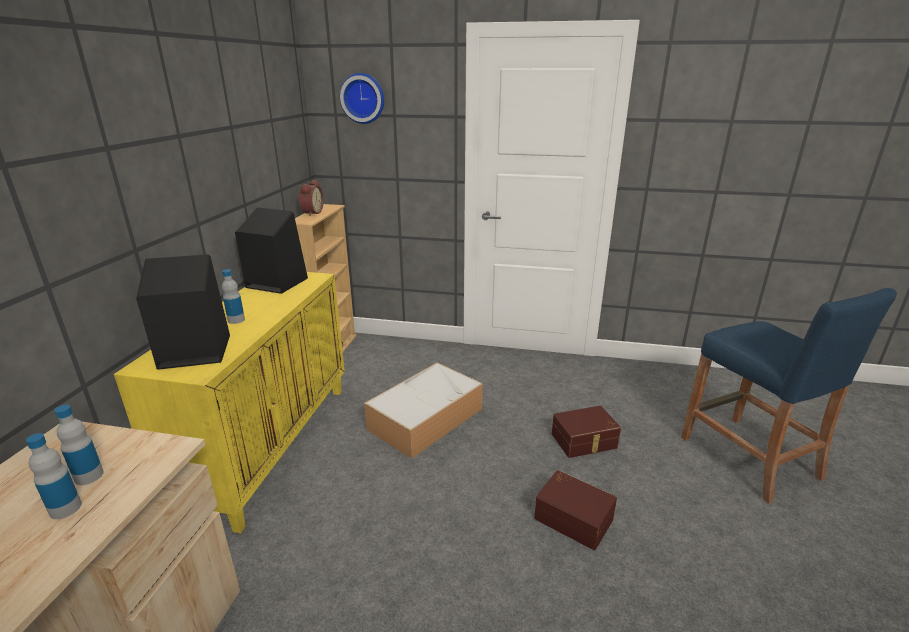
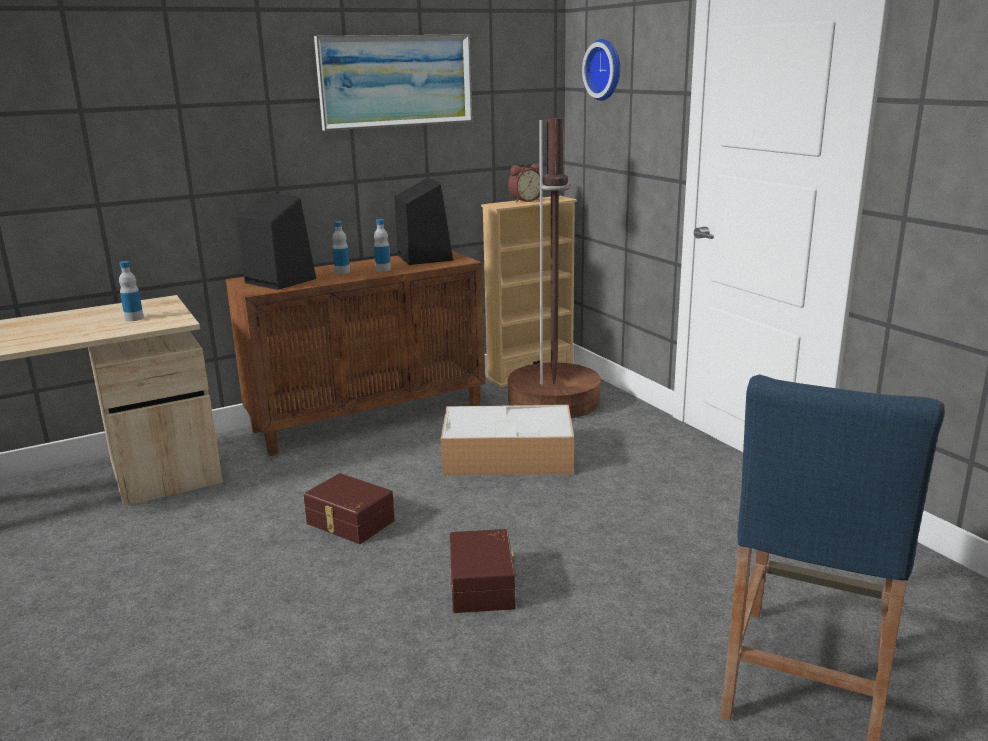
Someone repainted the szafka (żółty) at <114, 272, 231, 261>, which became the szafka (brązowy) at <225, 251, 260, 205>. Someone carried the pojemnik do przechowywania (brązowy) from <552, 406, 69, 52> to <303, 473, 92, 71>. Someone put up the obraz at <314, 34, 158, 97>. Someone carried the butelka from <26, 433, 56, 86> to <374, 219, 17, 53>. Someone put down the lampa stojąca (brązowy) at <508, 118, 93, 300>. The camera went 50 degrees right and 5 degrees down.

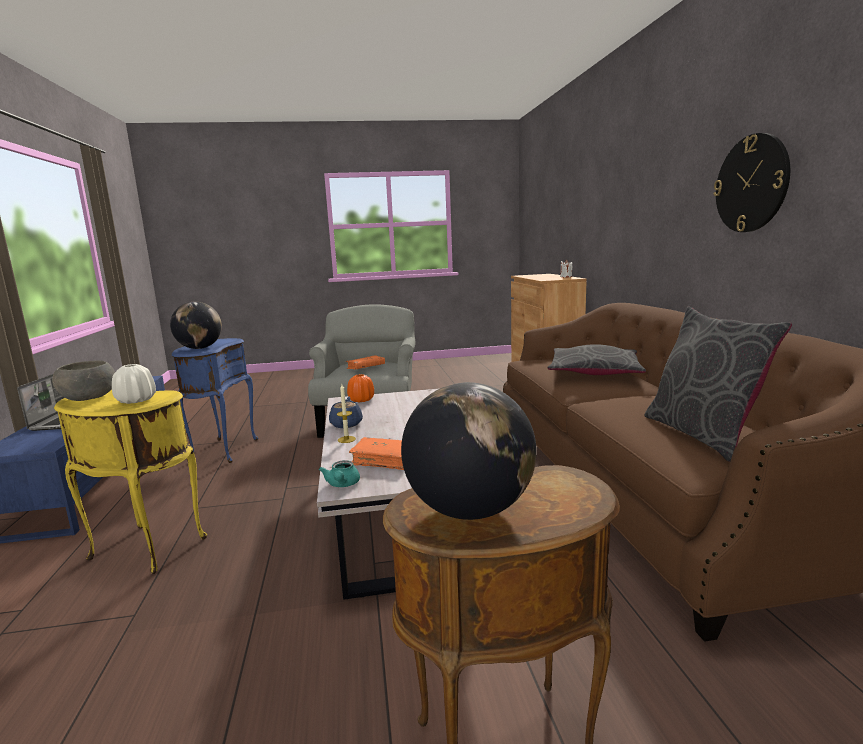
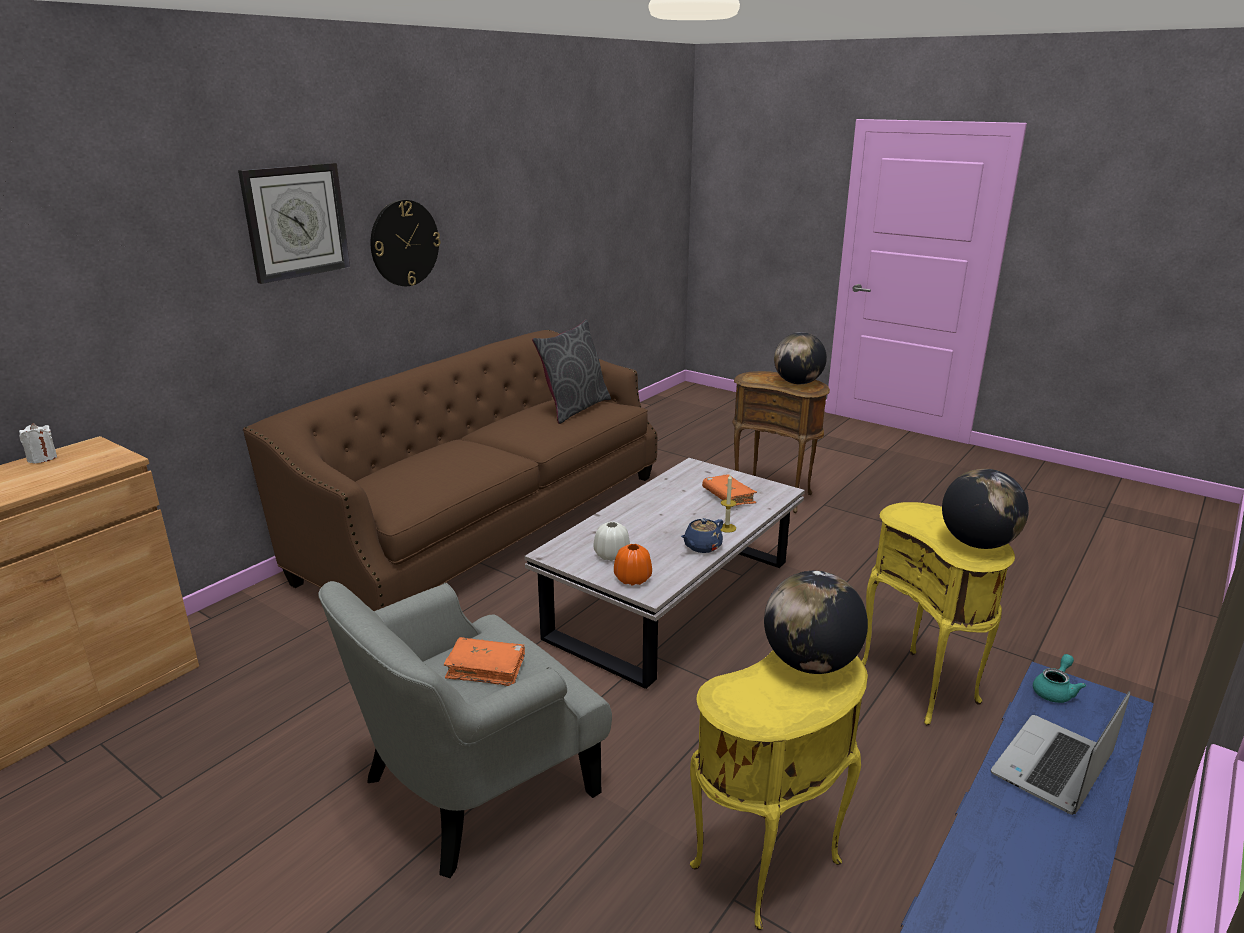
Someone put up the zegar ścienny at <238, 163, 112, 121>. Someone carried the wazon (biały) from <112, 364, 44, 40> to <594, 522, 36, 39>. Someone repainted the stolik (niebieski) at <172, 338, 86, 125>, which became the stolik (żółty) at <690, 650, 178, 280>. Someone swapped the miska (szary) at <52, 360, 63, 41> for the globus at <942, 469, 87, 80>. Someone carried the imbryk (turkusowy) from <319, 460, 41, 27> to <1033, 654, 53, 49>. Someone took away the poduszka (szary) at <547, 344, 99, 31>. The camera went 135 degrees left and 10 degrees up.

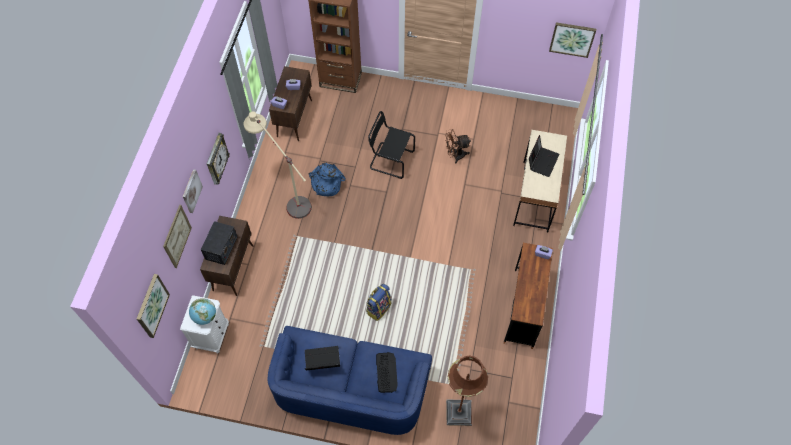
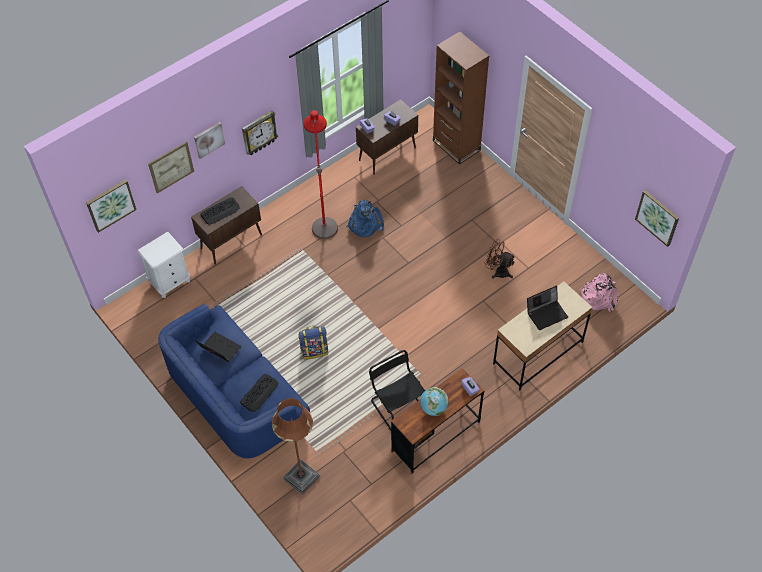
Someone swapped the radio at <201, 221, 36, 44> for the klawiatura at <201, 197, 39, 28>. Someone repainted the lampa stojąca (beżowy) at <244, 111, 68, 108>, which became the lampa stojąca (czerwony) at <304, 110, 34, 129>. Someone carried the krzesło (czarny) from <368, 111, 47, 68> to <369, 350, 57, 81>. Someone carried the globus from <189, 298, 27, 27> to <420, 387, 28, 29>. Someone put down the plecak (różowy) at <579, 273, 39, 39>. The camera went 40 degrees right and 5 degrees down.

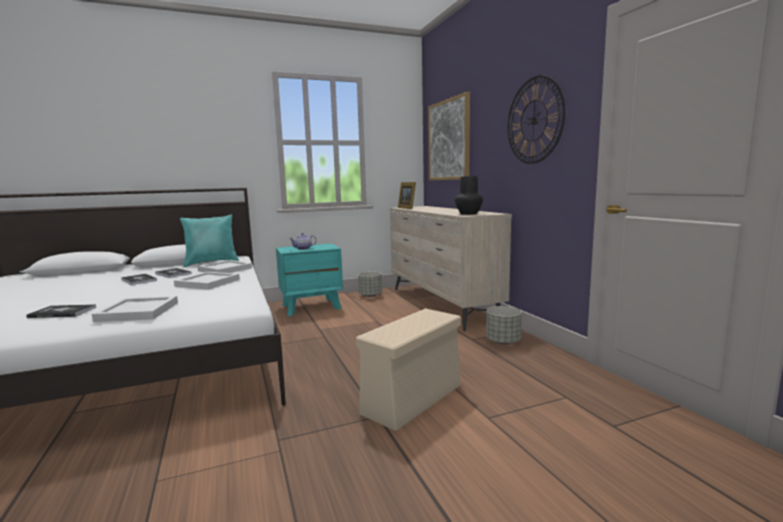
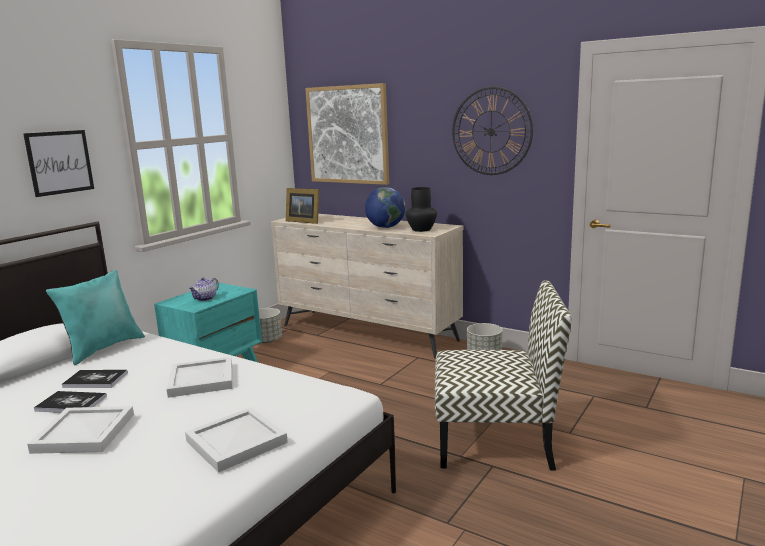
Someone put up the obraz at <23, 130, 71, 67>. Someone carried the taca (biały) from <198, 260, 54, 13> to <27, 406, 107, 48>. Someone put down the globus at <365, 187, 40, 41>. Someone swapped the pojemnik do przechowywania (beżowy) at <356, 308, 105, 123> for the krzesło at <435, 280, 137, 190>. Someone took away the książka at <26, 304, 71, 14>. The camera went 35 degrees left and 5 degrees up.

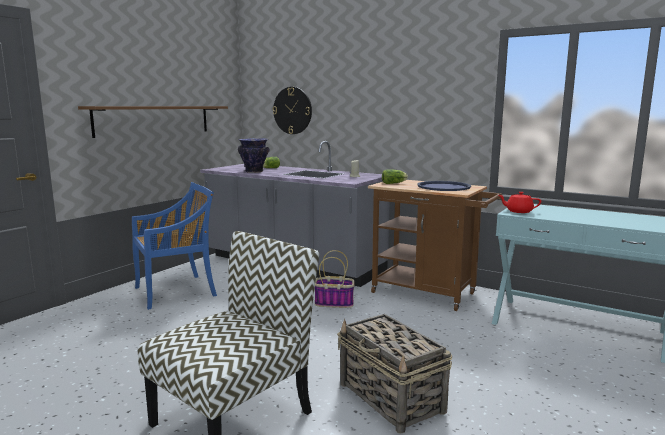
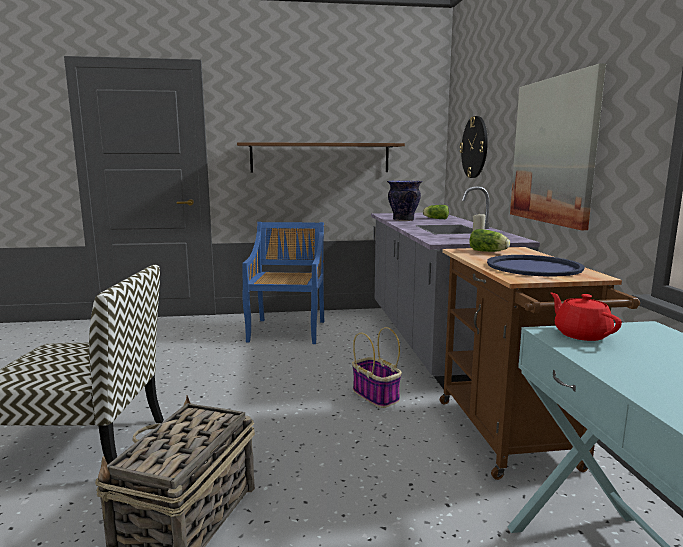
Someone rotated the krzesło (niebieski) at <132, 182, 85, 128> by 105 degrees counterclockwise. Someone put up the obraz at <510, 63, 96, 167>. The camera went 50 degrees right and 0 degrees up.

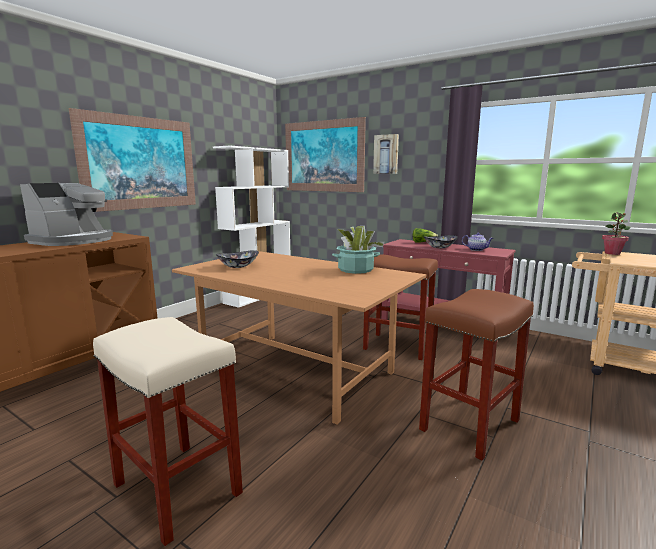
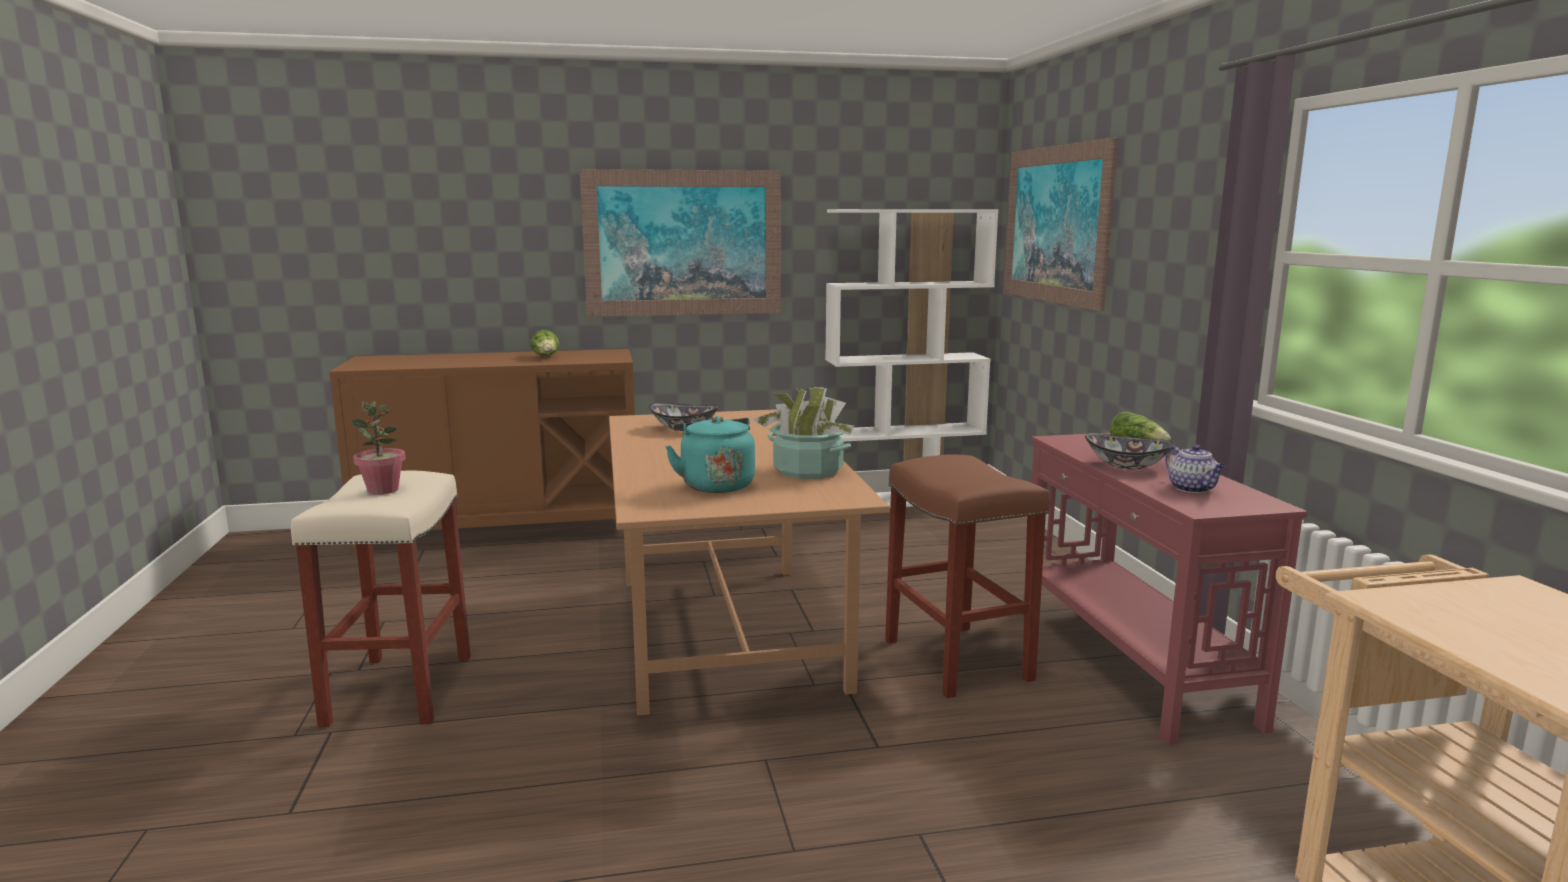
Someone carried the roślina doniczkowa from <602, 212, 28, 43> to <349, 402, 57, 93>. Someone swapped the ekspres do kawy at <20, 183, 93, 63> for the sałata at <530, 330, 29, 26>. Someone put down the czajnik (turkusowy) at <665, 416, 90, 77>. Someone took away the obraz at <373, 134, 26, 40>. Someone took away the stołek (brązowy) at <419, 289, 115, 171>. The camera went 45 degrees right and 0 degrees up.

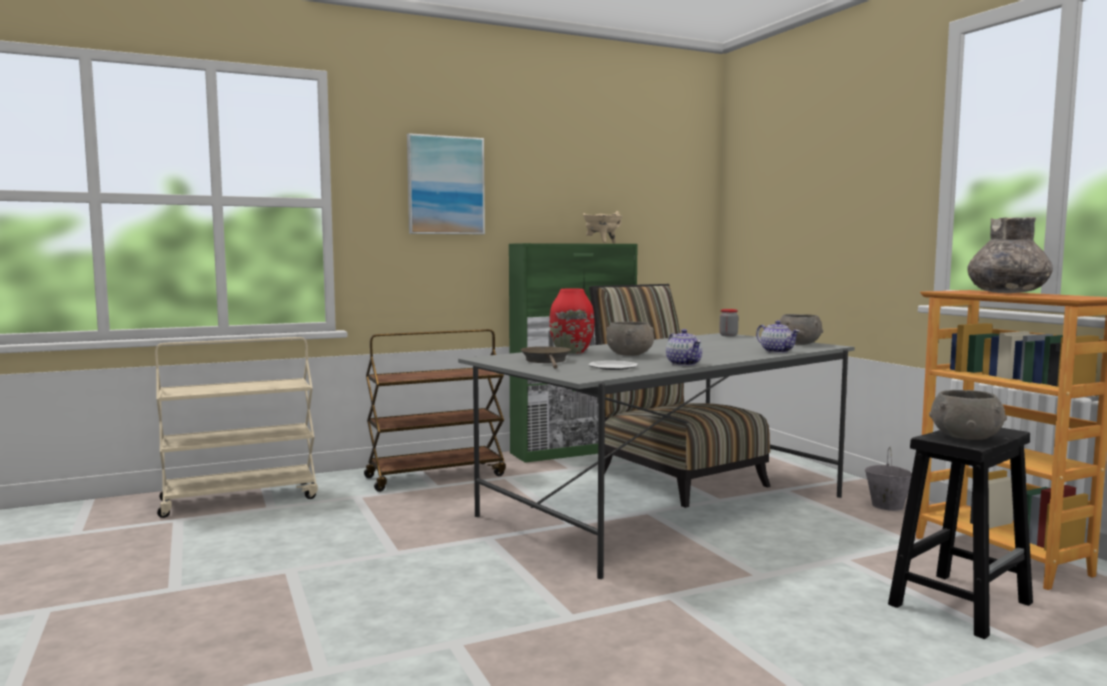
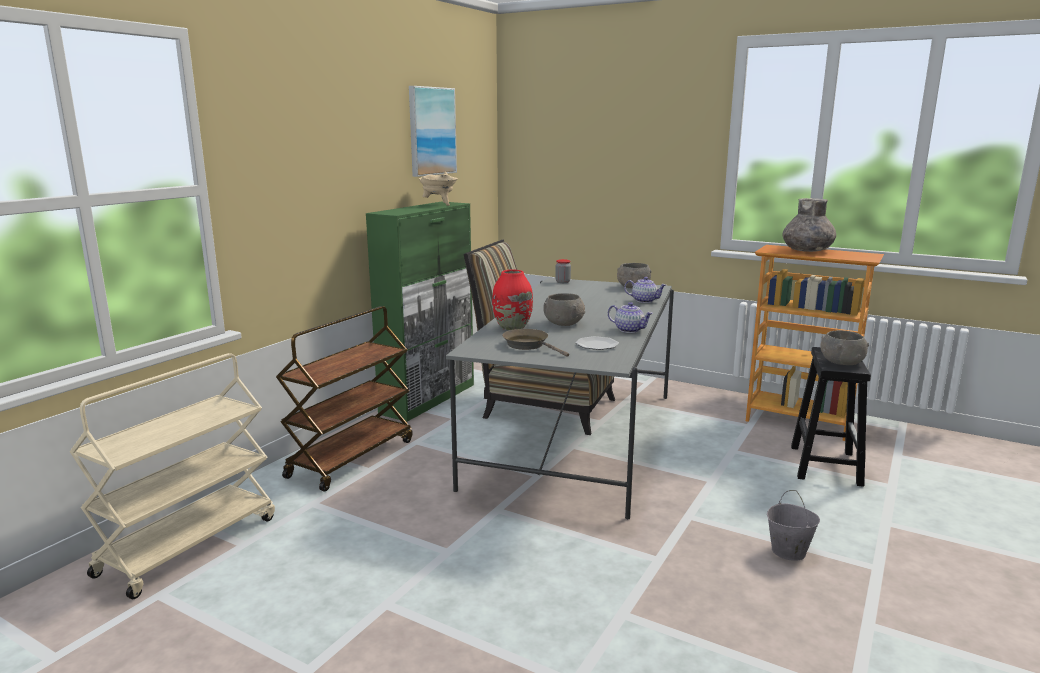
Someone carried the obraz from <407, 133, 78, 101> to <409, 86, 48, 91>. Someone carried the wiadro (szary) from <864, 446, 48, 65> to <767, 490, 53, 71>. The camera went 35 degrees left and 10 degrees up.

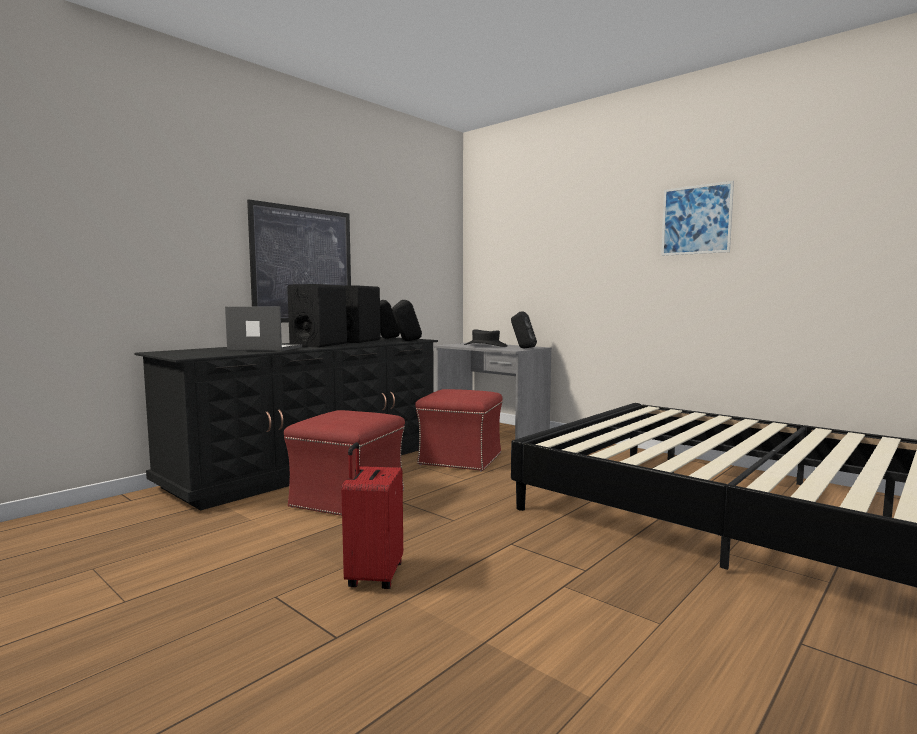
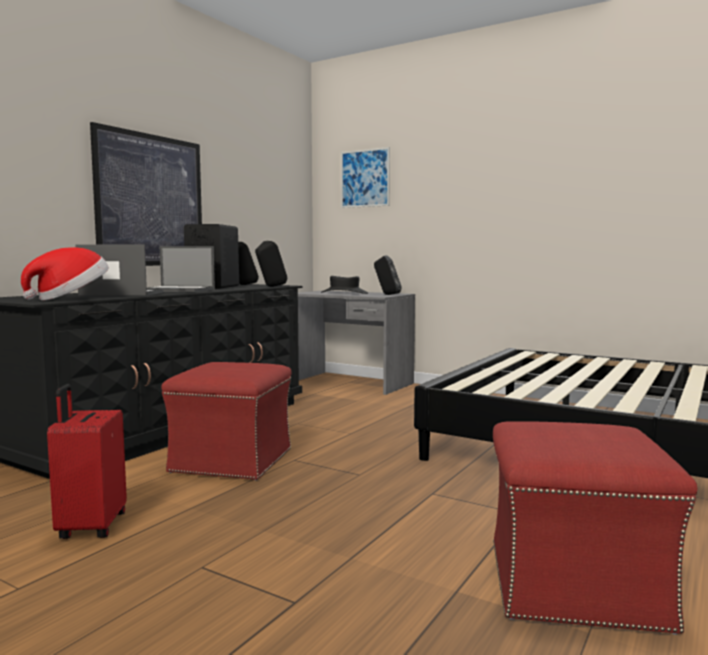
Someone put down the kapelusz at <21, 247, 88, 54>. Someone carried the walizka (czerwony) from <341, 442, 62, 147> to <47, 384, 80, 155>. Someone swapped the głośnik (czarny) at <287, 284, 60, 63> for the laptop at <147, 246, 68, 46>. Someone carried the obraz from <661, 181, 73, 75> to <341, 147, 49, 61>. Someone carried the pufa (czerwony) from <415, 389, 88, 82> to <493, 421, 204, 214>. The camera went 10 degrees left and 0 degrees up.

